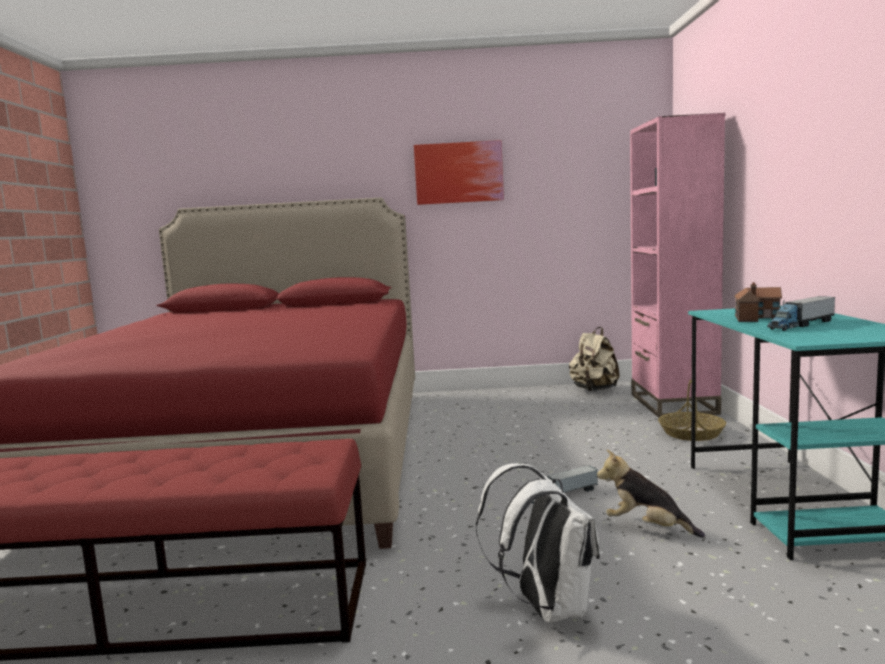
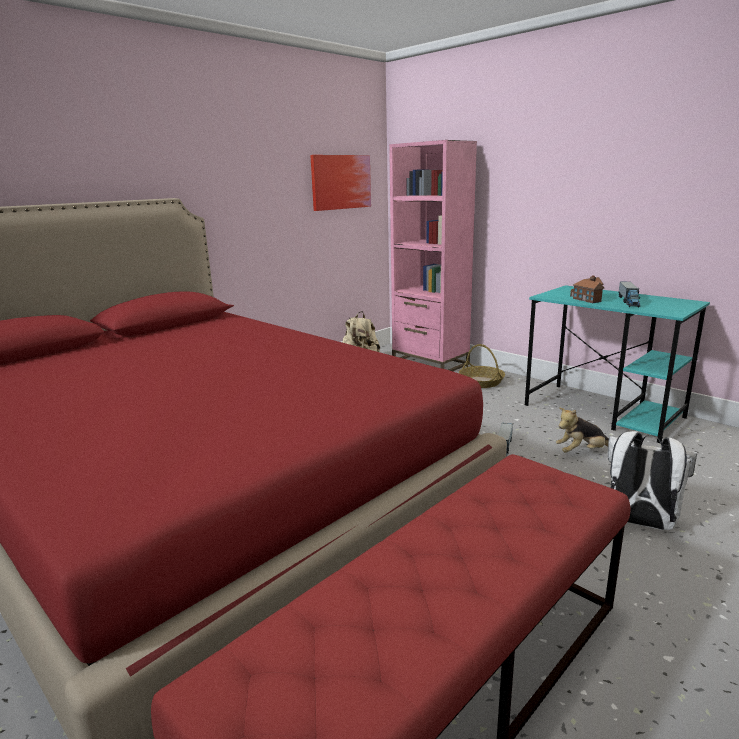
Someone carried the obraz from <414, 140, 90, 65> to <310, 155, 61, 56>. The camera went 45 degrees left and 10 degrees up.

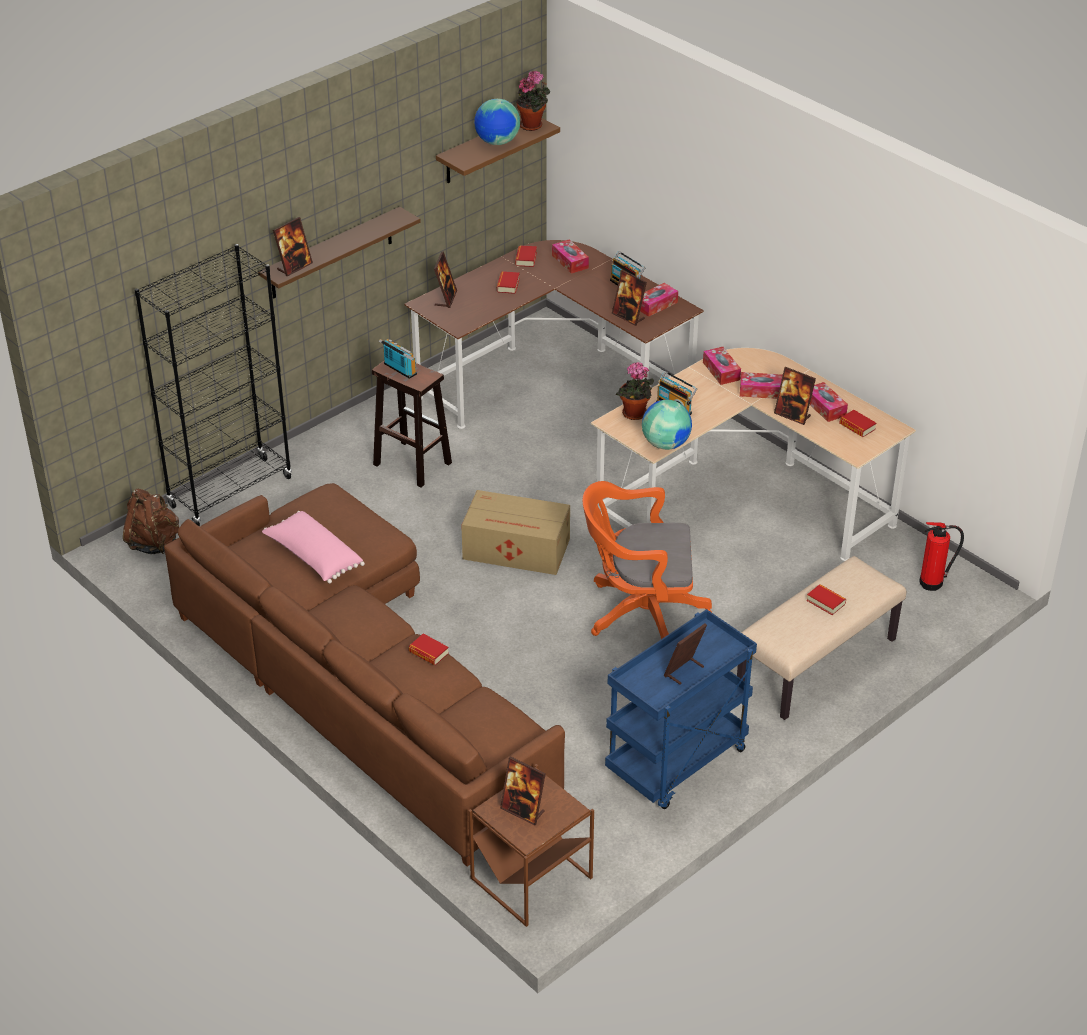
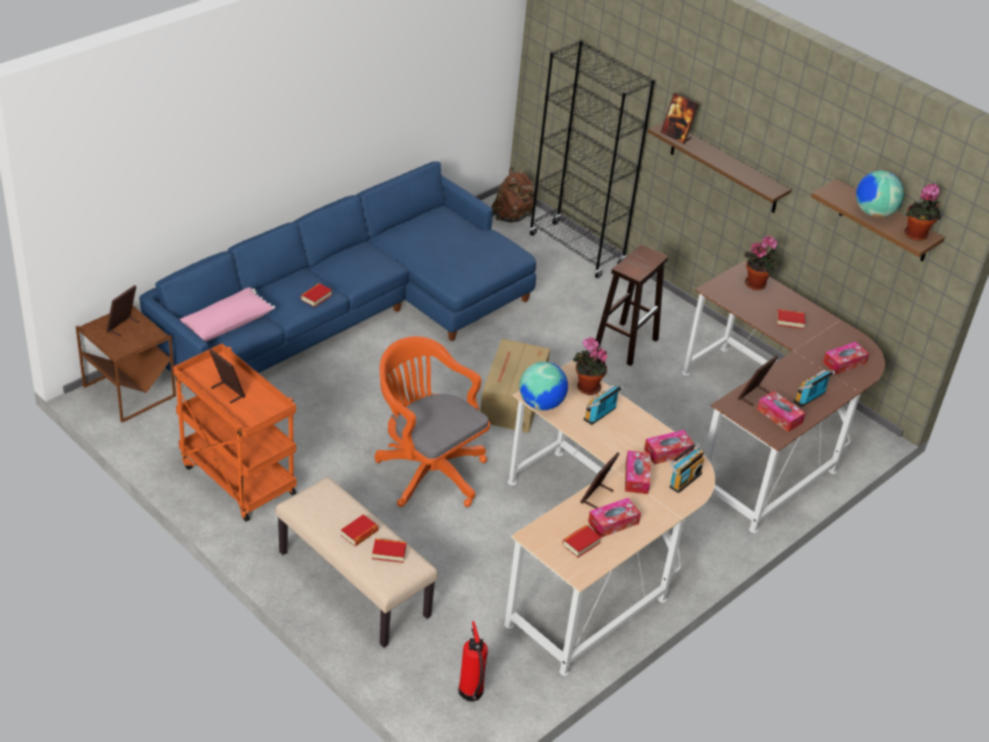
Someone repainted the kanapa (brązowy) at <164, 483, 401, 383>, which became the kanapa (niebieski) at <139, 161, 397, 234>. Someone repainted the wózek (niebieski) at <605, 609, 152, 200>, which became the wózek (pomarańczowy) at <173, 344, 124, 178>. Someone carried the poduszka (różowy) from <262, 511, 103, 73> to <179, 287, 96, 55>. Someone carried the książka from <515, 245, 22, 22> to <372, 538, 35, 25>. Someone rotated the krzesło biurowe (pomarańczowy) at <582, 481, 130, 158> by 45 degrees counterclockwise. Someone carried the radio from <379, 339, 38, 40> to <670, 443, 34, 50>. Someone swapped the ramka na zdjęcie at <434, 251, 23, 57> for the roślina doniczkowa at <744, 236, 35, 54>. The camera went 85 degrees right and 0 degrees up.

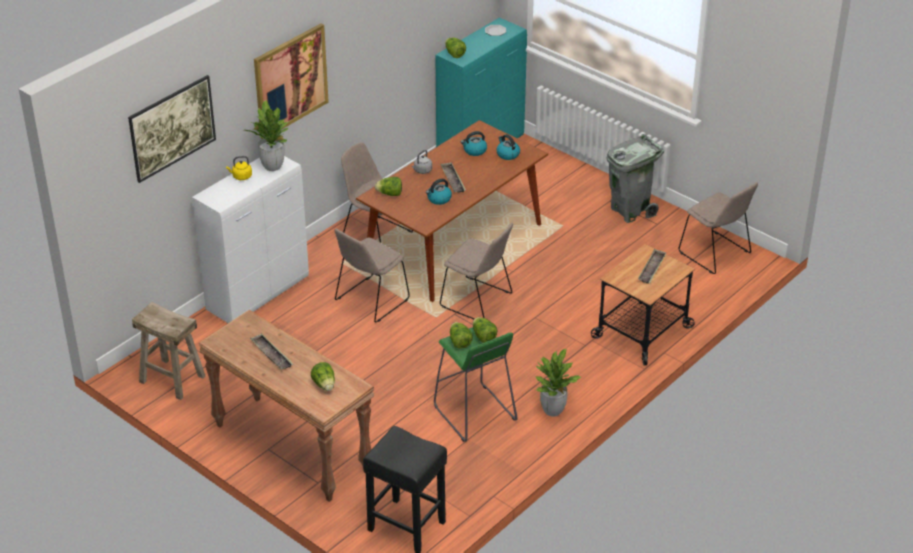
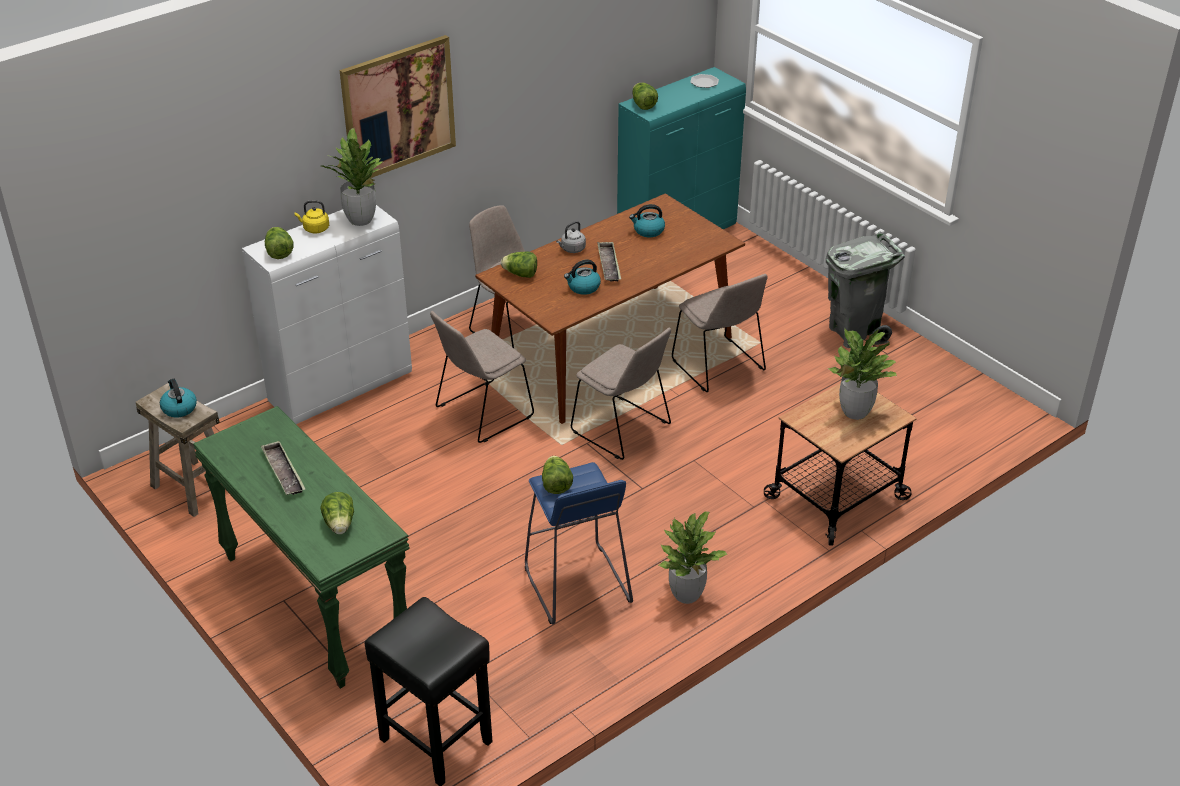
Someone carried the czajnik from <496, 134, 24, 26> to <160, 379, 37, 39>. Someone repainted the stolik konsolowy (brązowy) at <199, 310, 175, 192>, which became the stolik konsolowy (zielony) at <193, 406, 217, 283>. Someone carried the sałata from <473, 317, 25, 26> to <265, 227, 29, 32>. Someone repainted the stołek (zielony) at <434, 327, 84, 115>, which became the stołek (niebieski) at <525, 462, 108, 162>. Someone carried the krzesło (beżowy) from <679, 182, 79, 92> to <672, 274, 95, 118>. Someone swapped the taca at <638, 249, 29, 35> for the roślina doniczkowa at <828, 329, 69, 91>. Someone took away the obraz at <128, 75, 88, 108>. The camera went 10 degrees right and 0 degrees up.

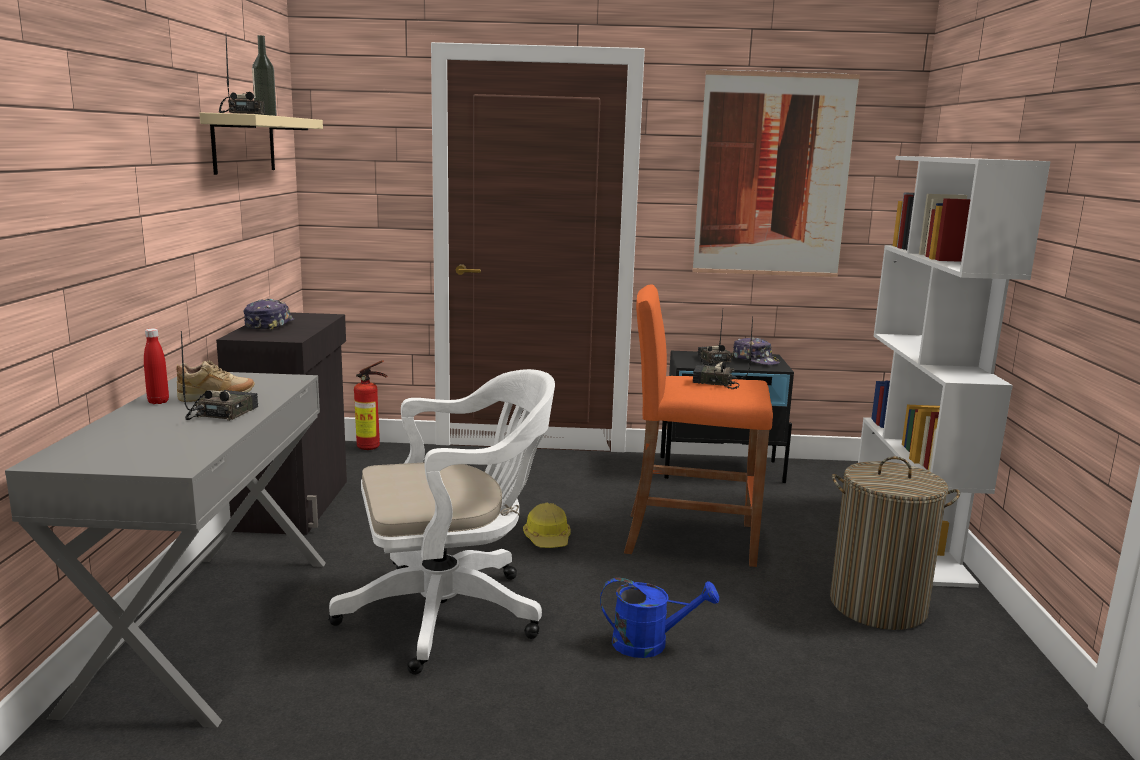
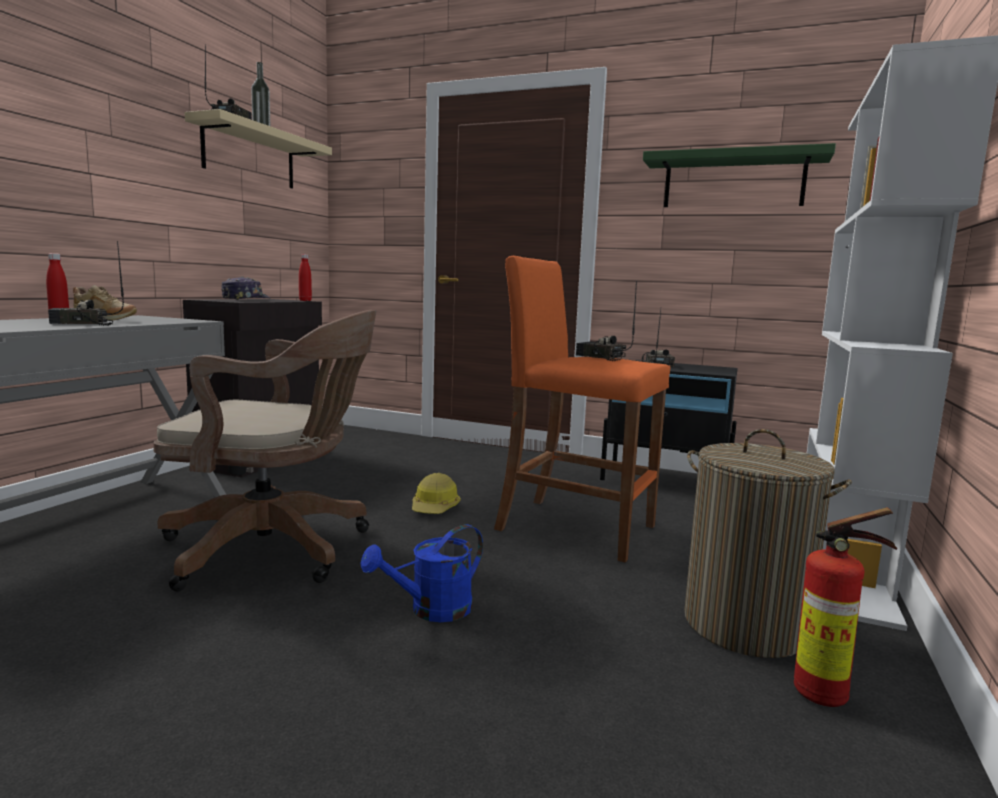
Someone rotated the radio at <181, 331, 77, 90> by 150 degrees counterclockwise. Someone repainted the krzesło biurowe (biały) at <328, 369, 227, 306>, which became the krzesło biurowe (brązowy) at <153, 310, 223, 281>. Someone put down the butelka (czerwony) at <299, 254, 13, 47>. Someone rotated the konewka (niebieski) at <600, 577, 119, 81> by 120 degrees clockwise. Someone swapped the obraz at <692, 69, 168, 208> for the półka (zielony) at <643, 143, 193, 64>. Someone carried the gaśnica from <354, 360, 33, 90> to <794, 507, 103, 200>. Someone took away the czapka z daszkiem at <731, 337, 49, 28>. The camera went 20 degrees right and 5 degrees down.

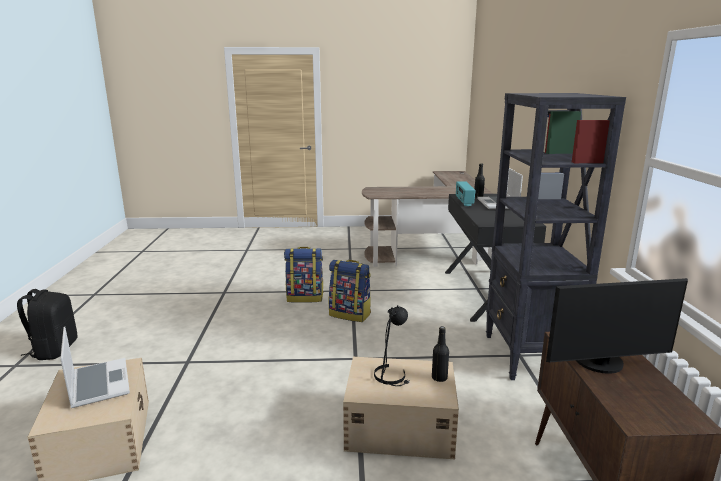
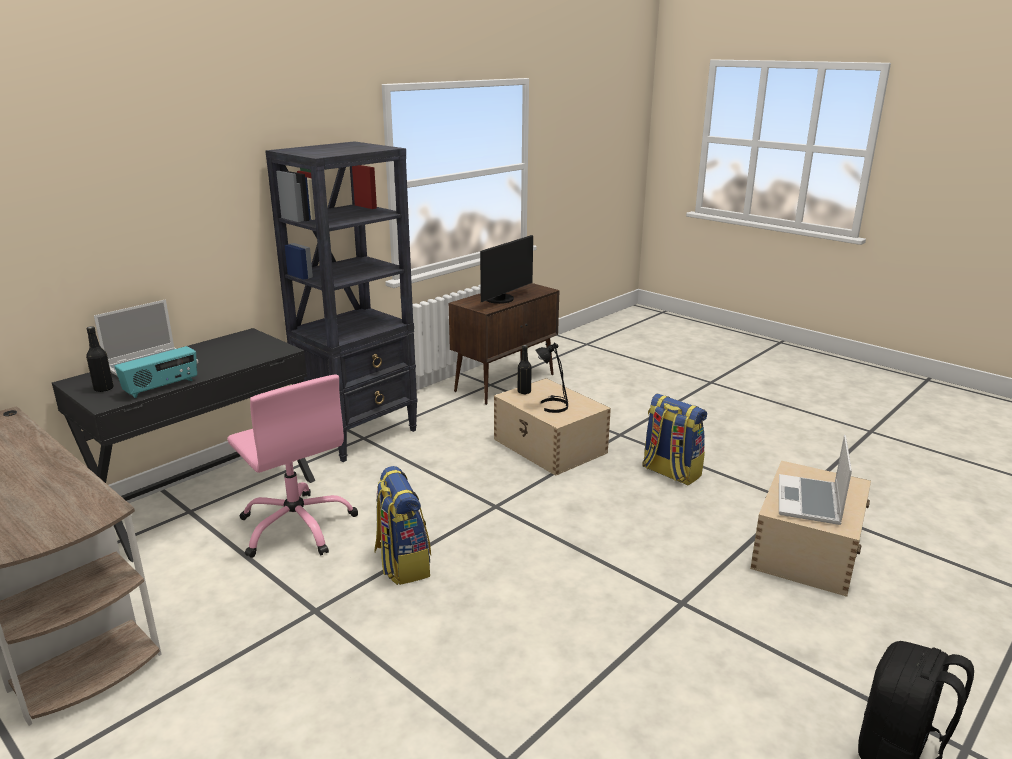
Someone put down the krzesło biurowe (różowy) at <227, 374, 131, 184>. Someone rotated the monitor at <546, 278, 142, 96> by 90 degrees clockwise. Someone carried the plecak from <284, 247, 40, 56> to <642, 394, 65, 92>. The camera went 135 degrees left and 5 degrees up.

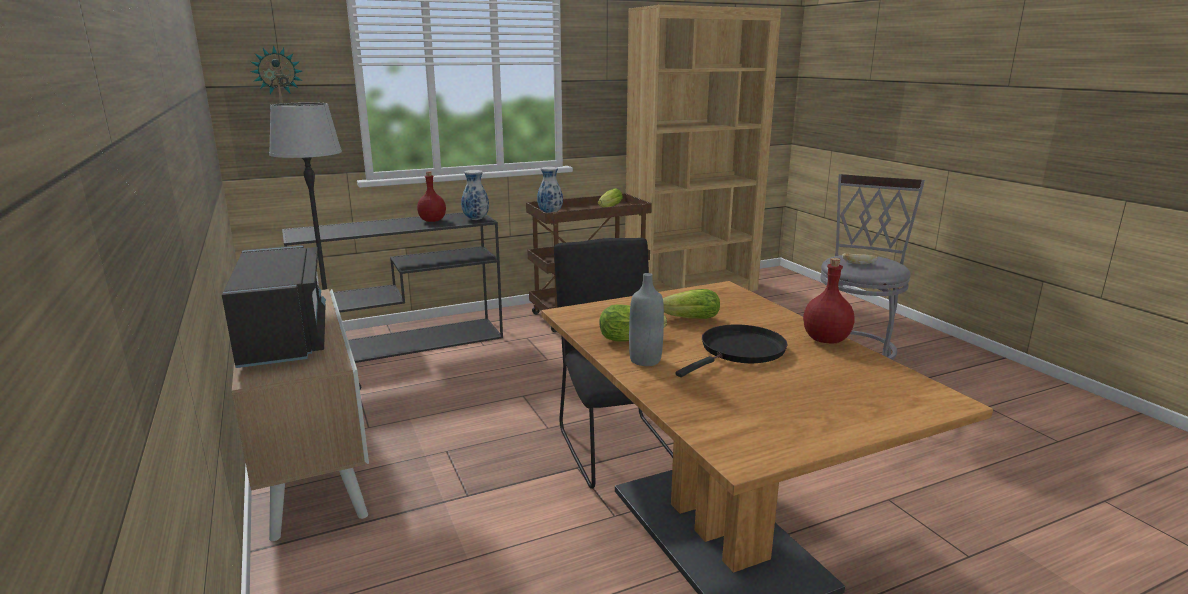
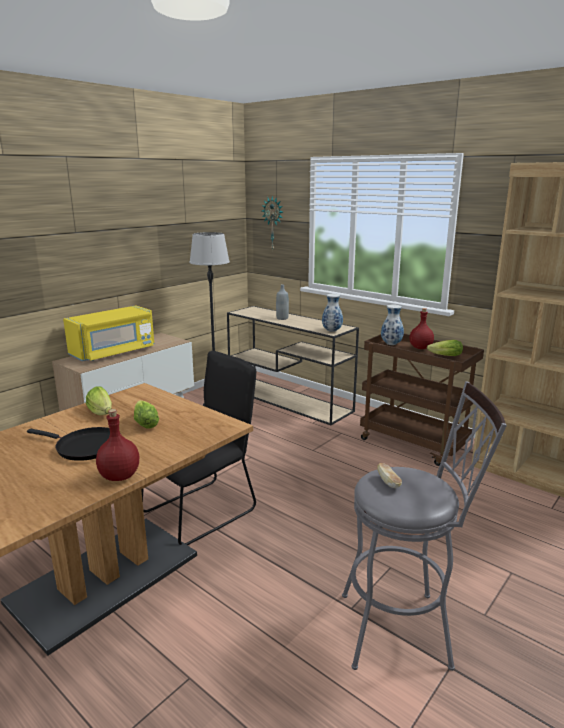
Someone repainted the mikrofalówka (czarny) at <222, 245, 104, 123>, which became the mikrofalówka (żółty) at <63, 305, 91, 56>. Someone repainted the stolik konsolowy (czarny) at <282, 212, 221, 151>, which became the stolik konsolowy (beżowy) at <227, 306, 132, 119>. Someone carried the butelka (szary) from <629, 273, 35, 93> to <276, 284, 13, 36>. Someone carried the butelka (czerwony) from <417, 171, 29, 51> to <410, 308, 24, 41>. The camera went 65 degrees right and 0 degrees up.

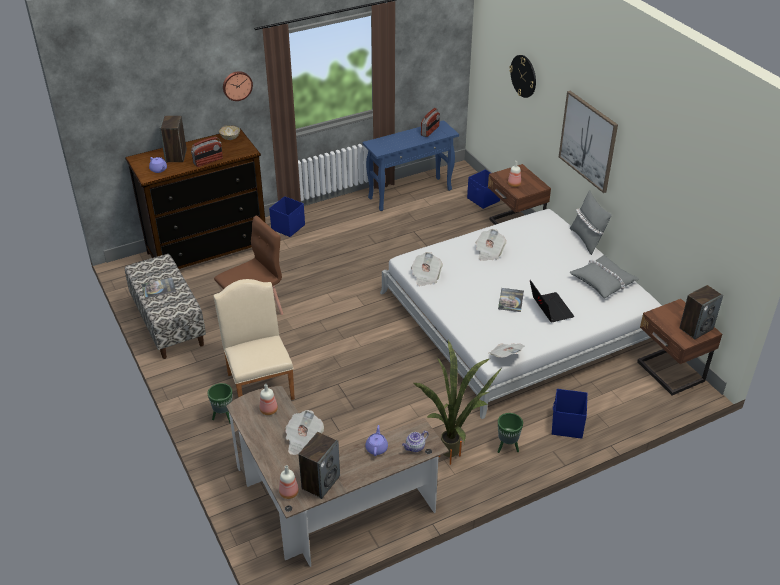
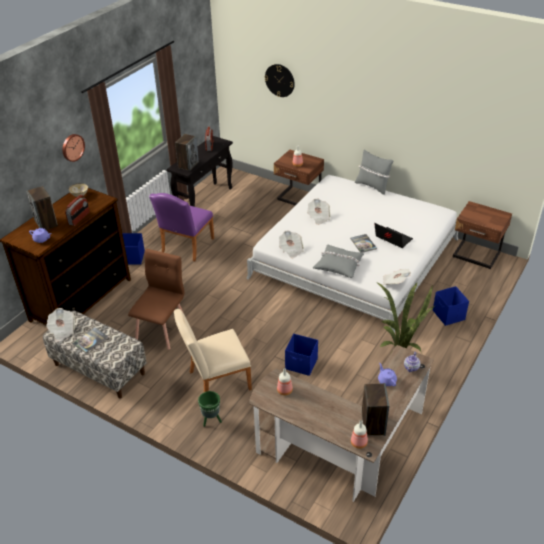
Someone carried the gazeta from <285, 410, 39, 45> to <46, 308, 29, 34>. Someone put down the krzesło (fioletowy) at <149, 193, 65, 69>. Someone repainted the stolik konsolowy (niebieski) at <363, 120, 96, 91>, which became the stolik konsolowy (czarny) at <167, 136, 66, 71>. Someone rotated the krzesło (beżowy) at <213, 279, 82, 121> by 60 degrees counterclockwise. Someone carried the głośnik from <680, 285, 43, 55> to <175, 134, 24, 37>. Someone carried the pojemnik do przechowywania (niebieski) from <467, 169, 33, 40> to <285, 334, 33, 42>. Someone carried the poduszka (szary) from <569, 255, 70, 43> to <313, 244, 51, 34>. Someone took away the donica (zielony) at <498, 413, 25, 40>. Someone took away the obraz at <559, 91, 59, 102>. The camera went 30 degrees left and 0 degrees up.

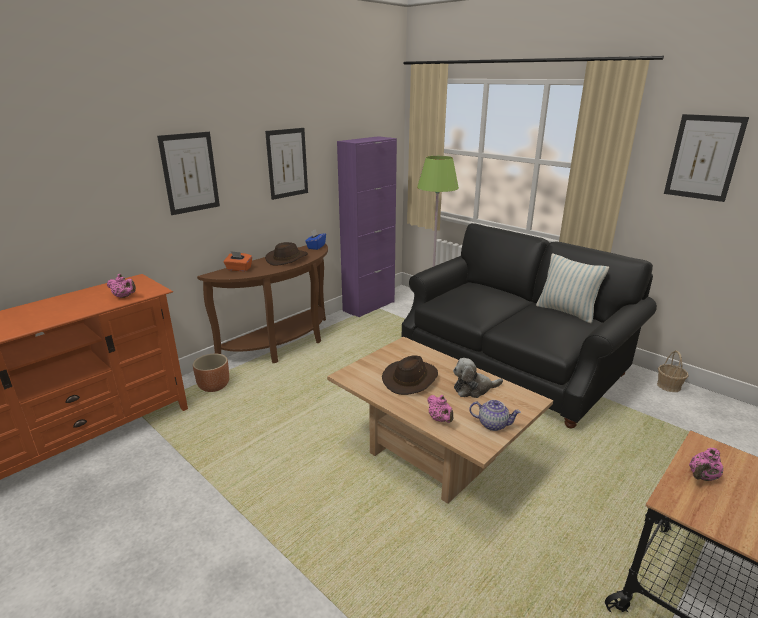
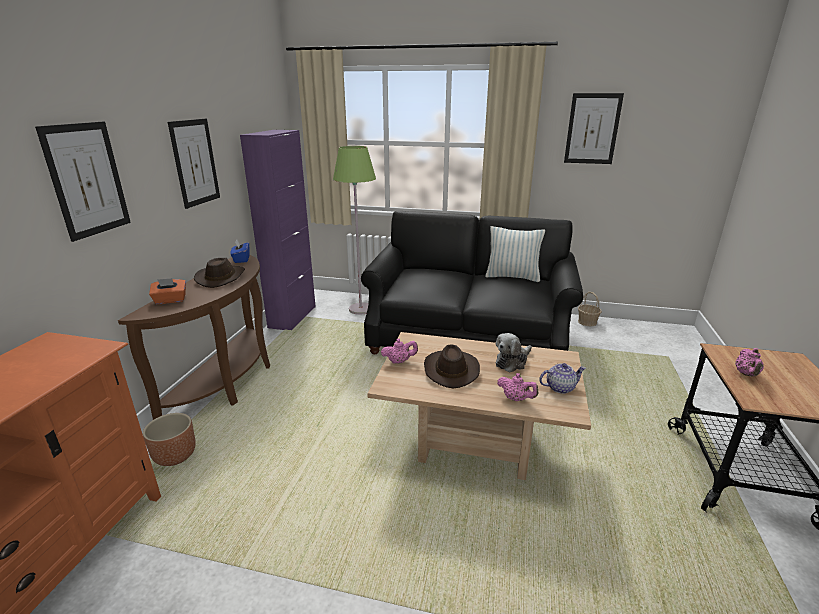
Someone carried the imbryk (różowy) from <107, 274, 29, 24> to <381, 339, 37, 25>. The camera went 30 degrees left and 0 degrees up.

